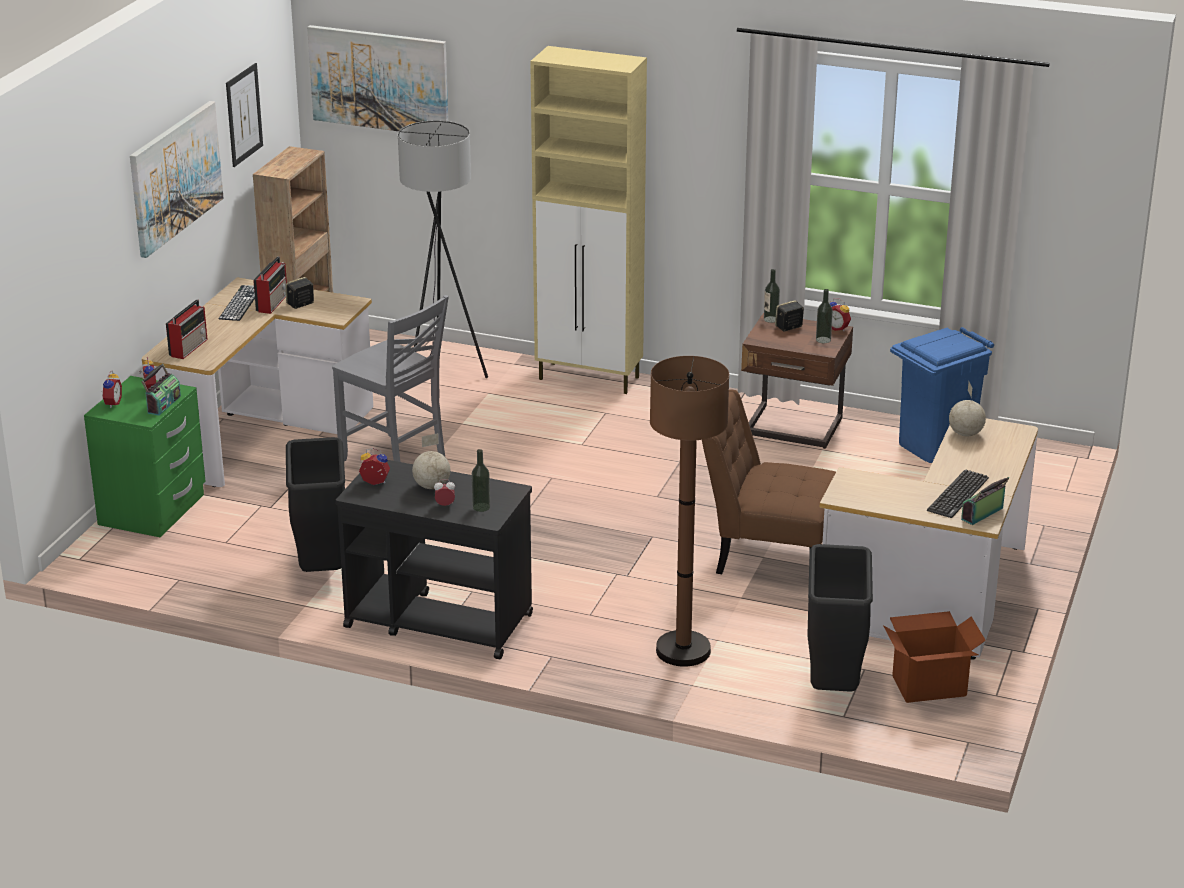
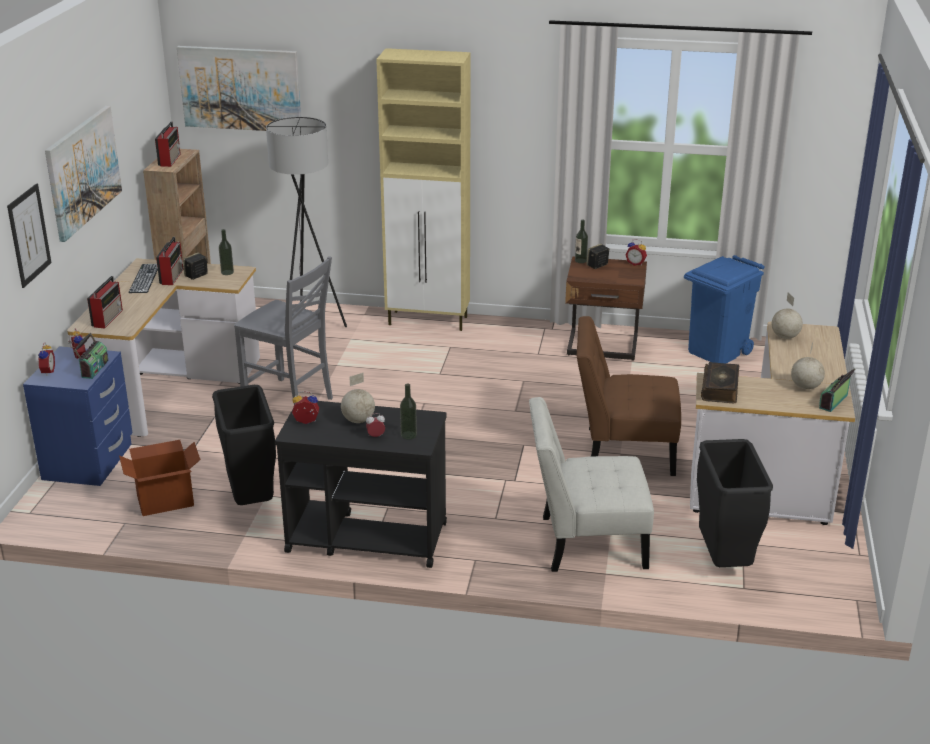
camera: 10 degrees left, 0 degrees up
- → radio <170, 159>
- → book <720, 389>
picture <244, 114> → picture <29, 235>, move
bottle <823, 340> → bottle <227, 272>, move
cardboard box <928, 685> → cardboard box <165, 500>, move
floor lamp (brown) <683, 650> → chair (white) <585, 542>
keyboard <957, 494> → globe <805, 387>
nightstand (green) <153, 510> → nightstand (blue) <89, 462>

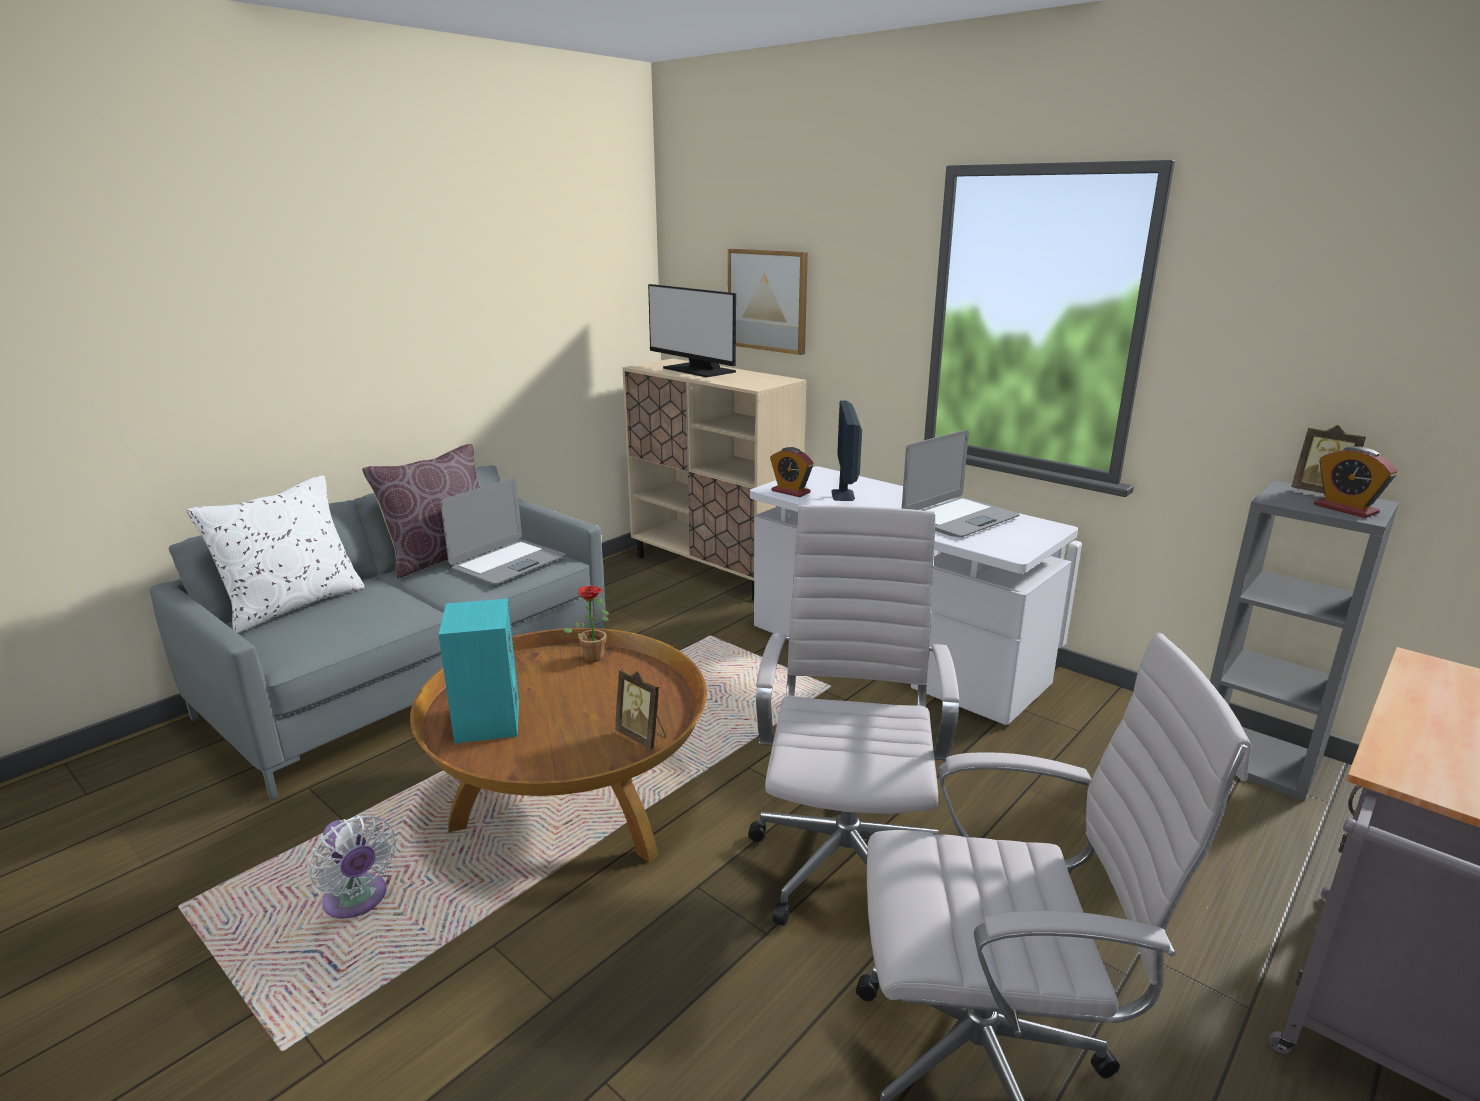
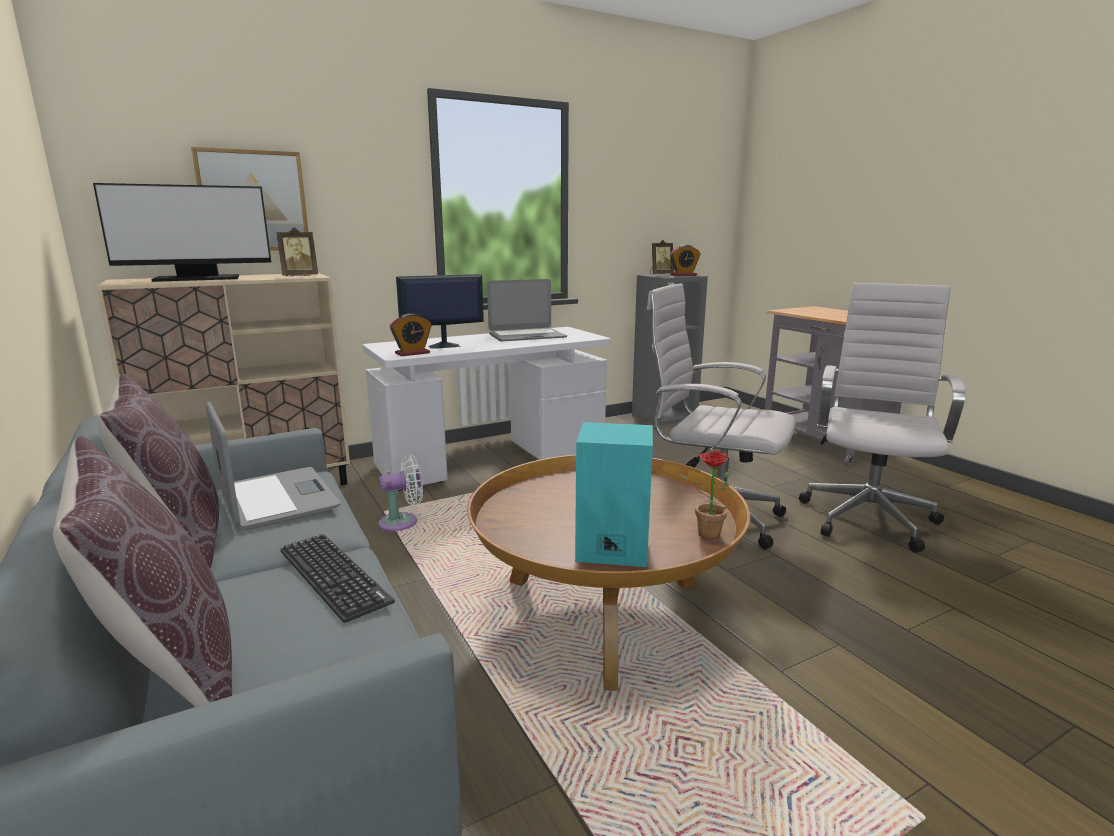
camera: 70 degrees left, 5 degrees down
- → keyboard <333, 576>
fan (white) <357, 901> → fan (white) <402, 522>, move
potted plant <593, 655> → potted plant <704, 534>, move
picture frame <642, 736> → picture frame <299, 276>, move
pillow (white) <292, 604> → pillow (brown) <169, 668>
monitor <843, 495> → monitor <443, 346>, 135 degrees clockwise
laptop <959, 518> → laptop <527, 336>, 90 degrees clockwise

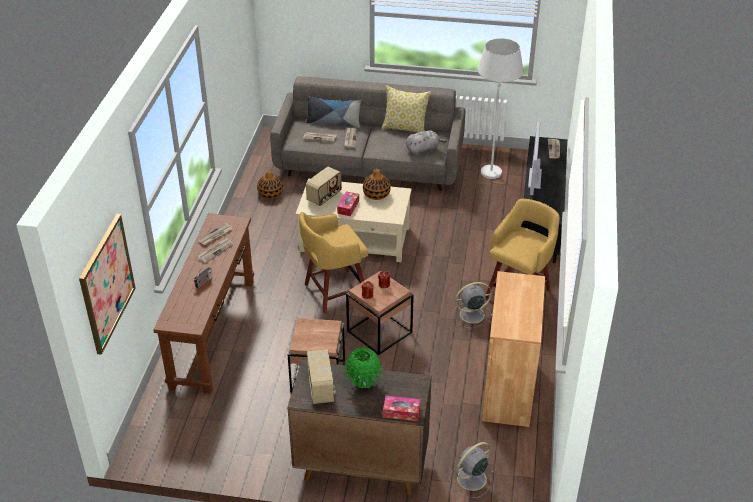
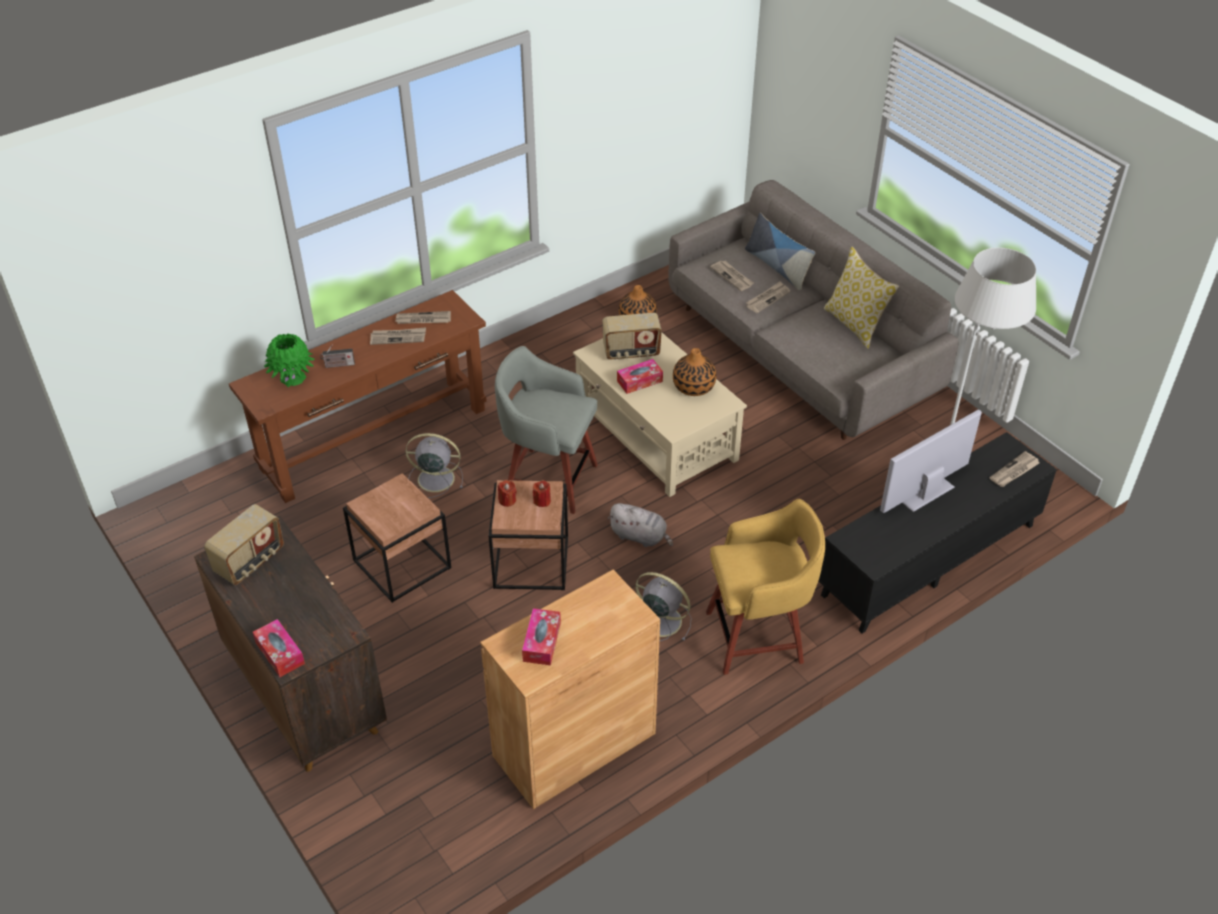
camera: 45 degrees right, 5 degrees up
picture <106, 283> → -
- → tissue box <542, 642>
vase (green) <363, 381> → vase (green) <292, 378>, move
plush toy (grey) <423, 150> → plush toy (grey) <640, 536>, move
fan (grey) <470, 479> → fan (grey) <434, 479>, move
stool (yellow) <333, 291> → stool (grey) <548, 479>

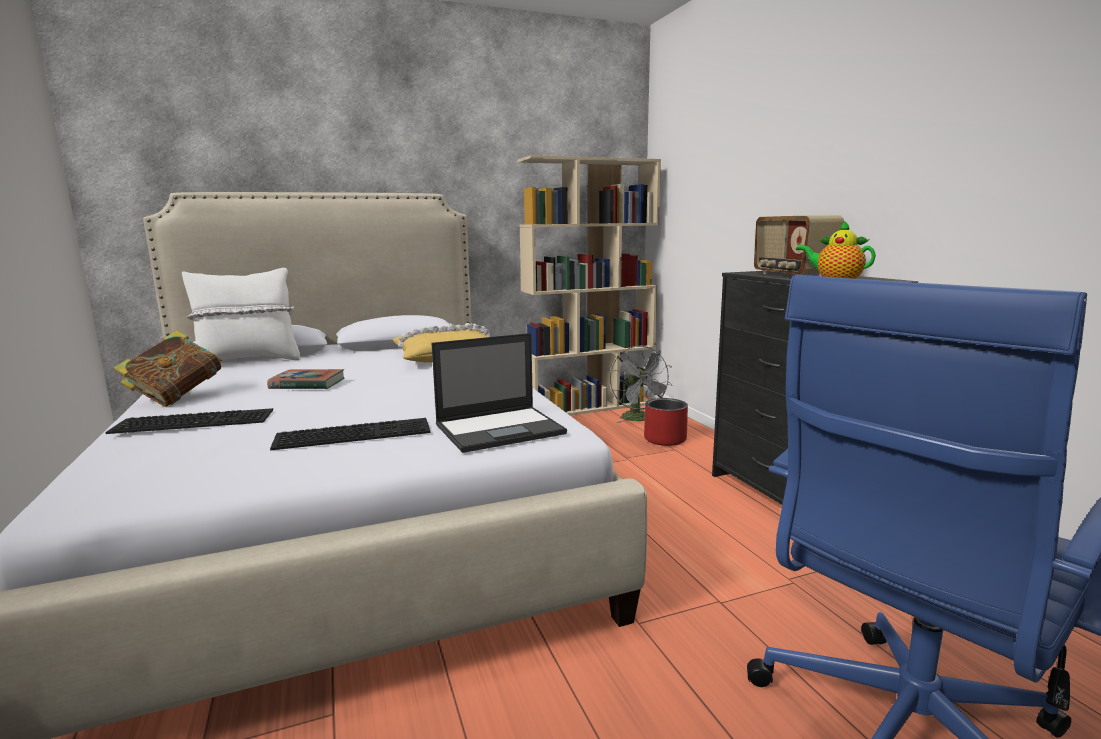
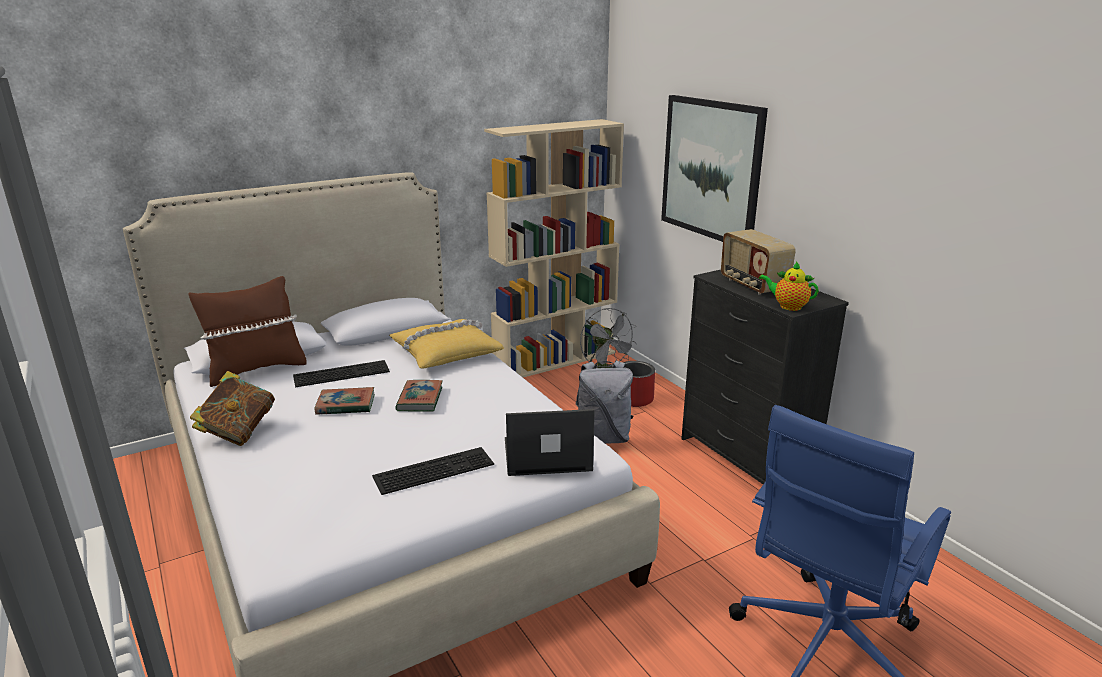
camera: 10 degrees left, 10 degrees up
- → book <420, 399>
- → backpack (grey) <603, 438>
- → picture <711, 169>
keyboard <196, 420> → keyboard <342, 373>, move
pillow (white) <248, 361> → pillow (brown) <256, 370>
laptop <501, 429> → laptop <546, 455>, 150 degrees counterclockwise

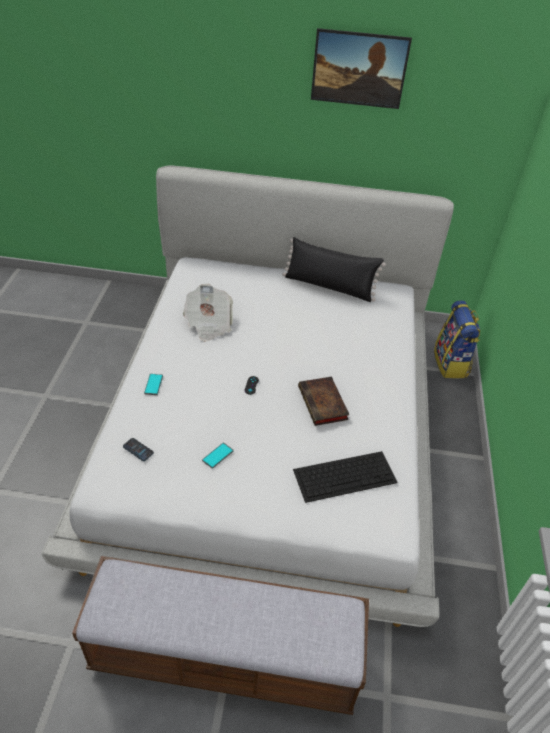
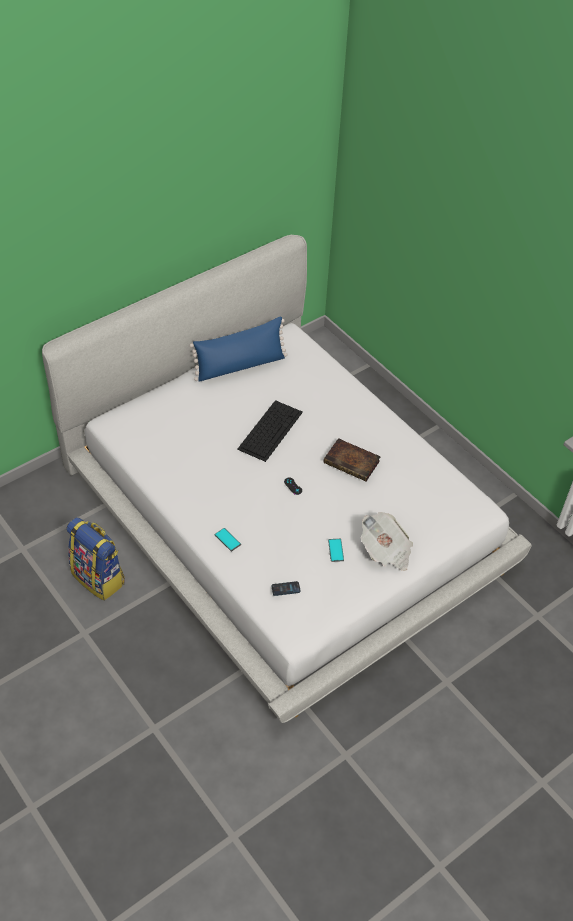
camera: 45 degrees left, 5 degrees up
bench <226, 656> → -
picture <356, 86> → -
newspaper <209, 324> → newspaper <386, 551>, move
keyboard <345, 475> → keyboard <270, 429>, move
backpack <451, 363> → backpack <99, 578>, move
pillow (black) <329, 286> → pillow (blue) <240, 366>

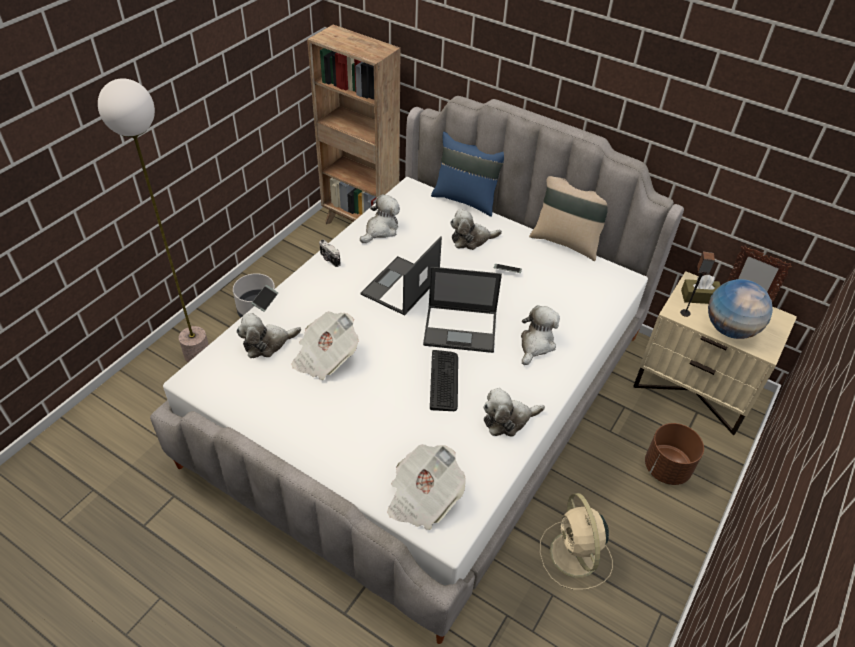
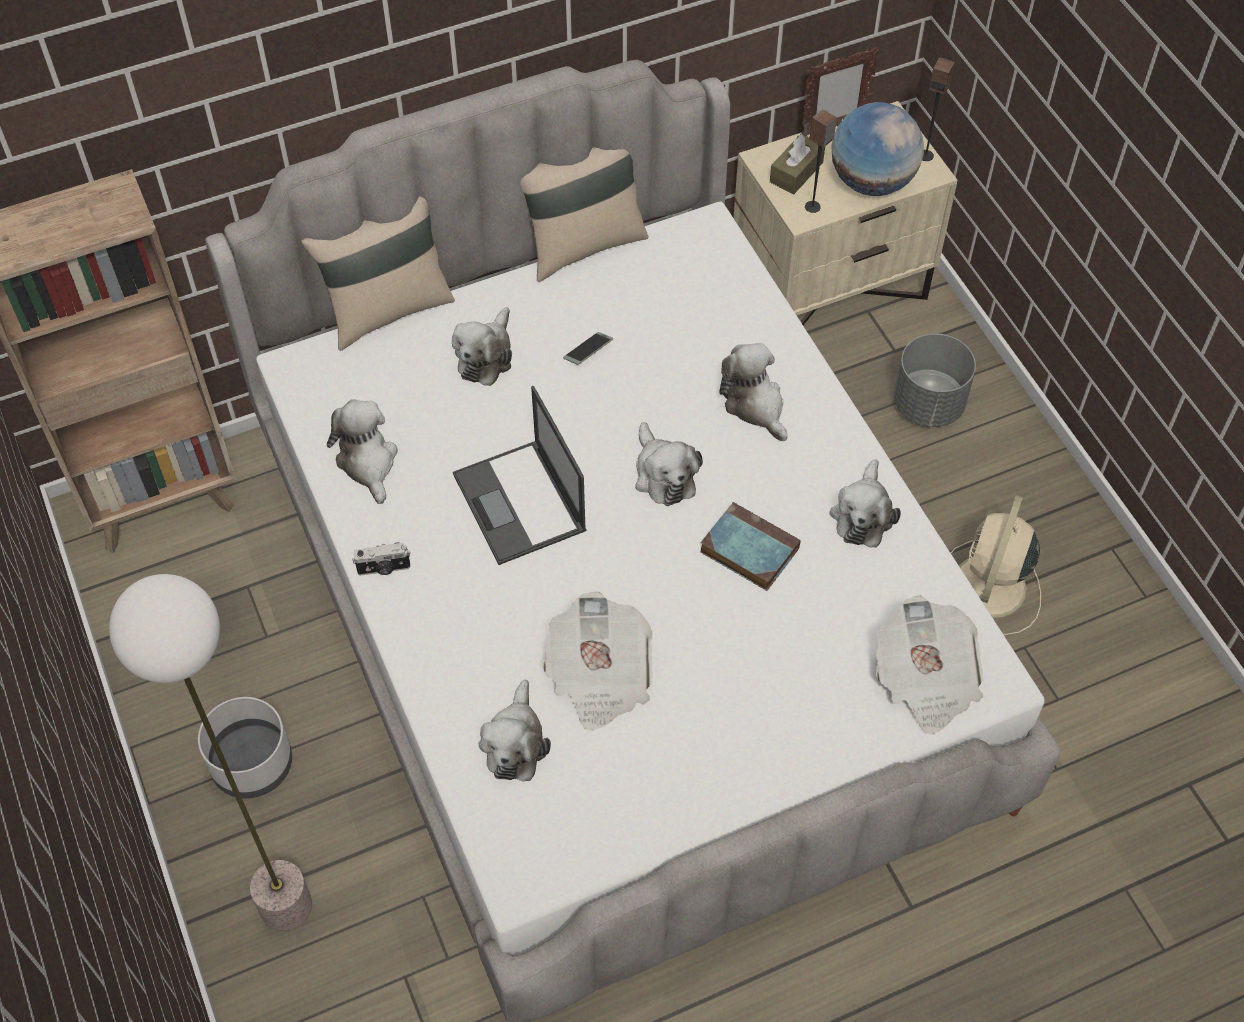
camera: 55 degrees left, 10 degrees up
phone <265, 300> → -
- → speaker <926, 155>
laptop <461, 328> → plush toy <663, 474>
keyboard <444, 381> → book <747, 550>
pillow (blue) <466, 200> → pillow (beige) <387, 310>
planter (brown) <666, 468> → planter (grey) <928, 405>
fan (beige) <575, 556> → fan (beige) <988, 589>, 90 degrees clockwise

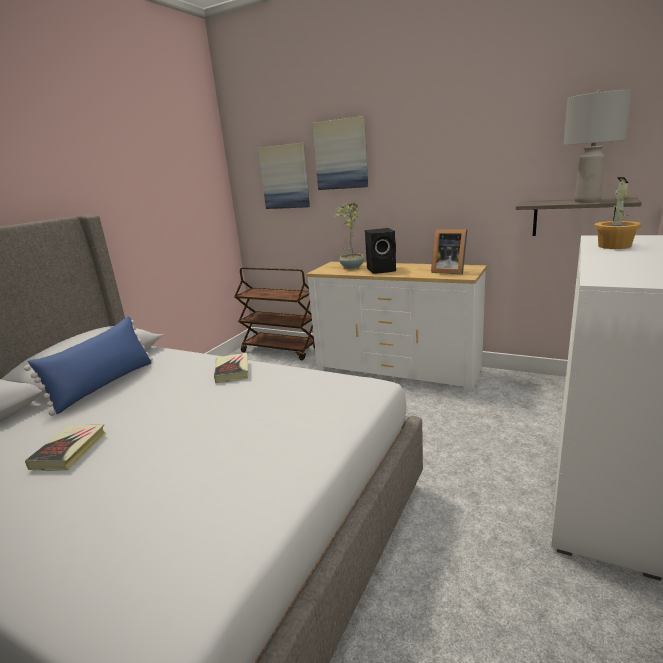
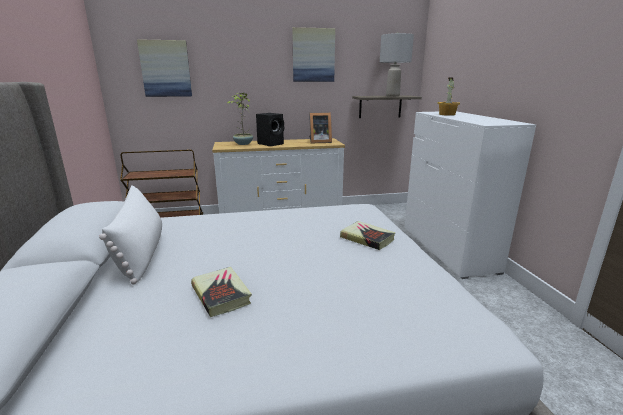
camera: 40 degrees left, 0 degrees up
book <232, 371> → book <367, 238>, move
picture <341, 154> → picture <313, 55>, move
pillow (blue) <104, 385> → pillow (white) <141, 252>

